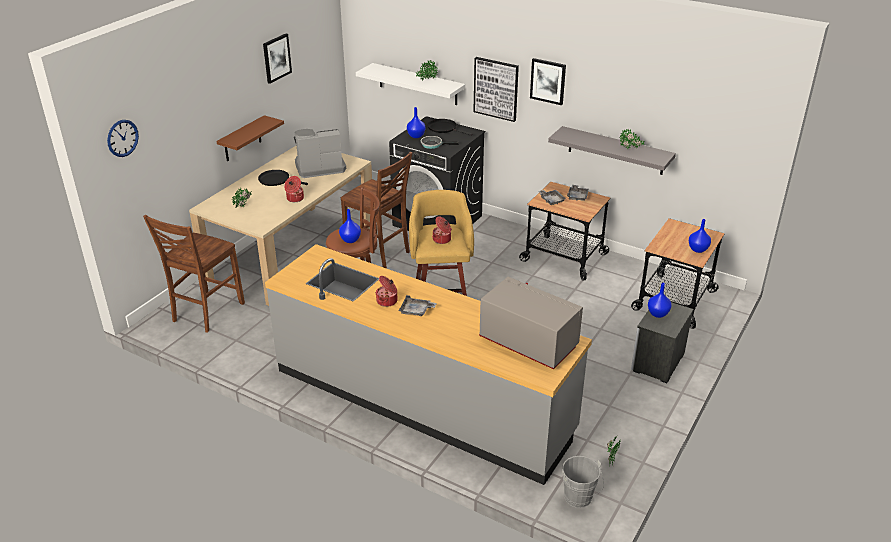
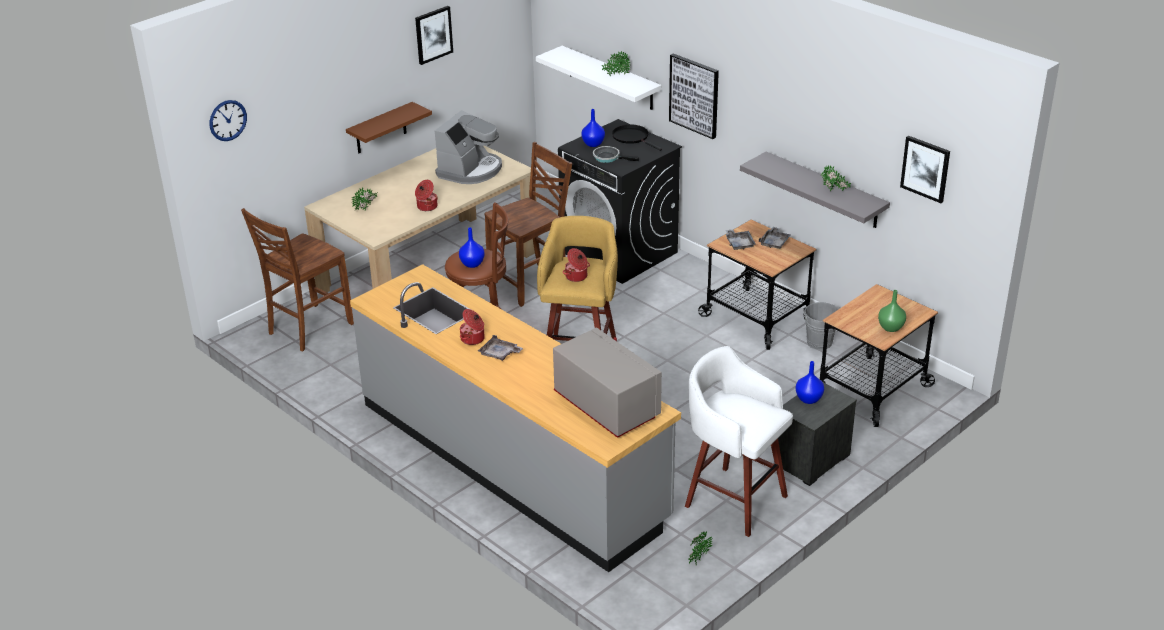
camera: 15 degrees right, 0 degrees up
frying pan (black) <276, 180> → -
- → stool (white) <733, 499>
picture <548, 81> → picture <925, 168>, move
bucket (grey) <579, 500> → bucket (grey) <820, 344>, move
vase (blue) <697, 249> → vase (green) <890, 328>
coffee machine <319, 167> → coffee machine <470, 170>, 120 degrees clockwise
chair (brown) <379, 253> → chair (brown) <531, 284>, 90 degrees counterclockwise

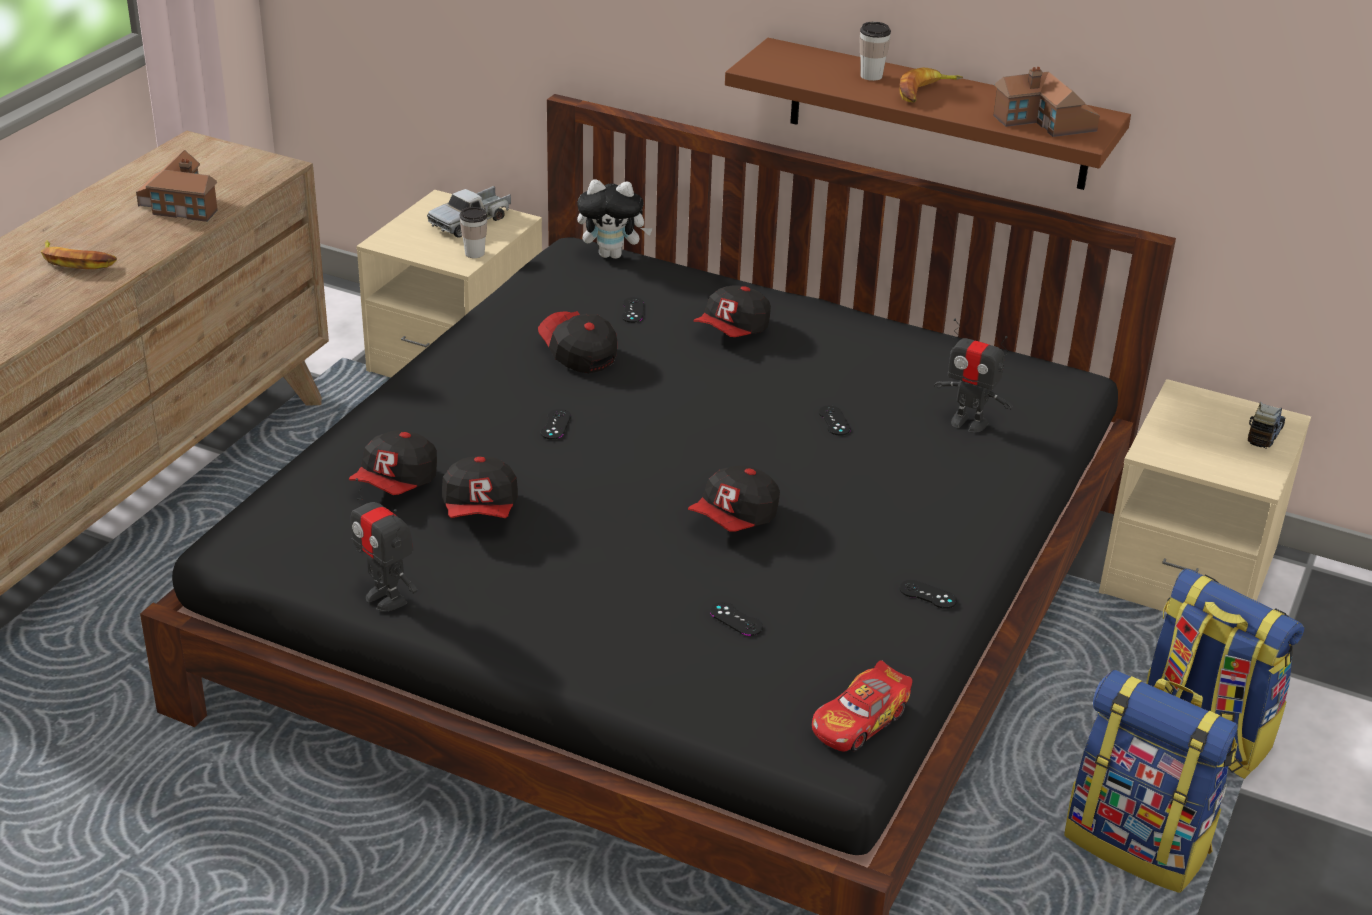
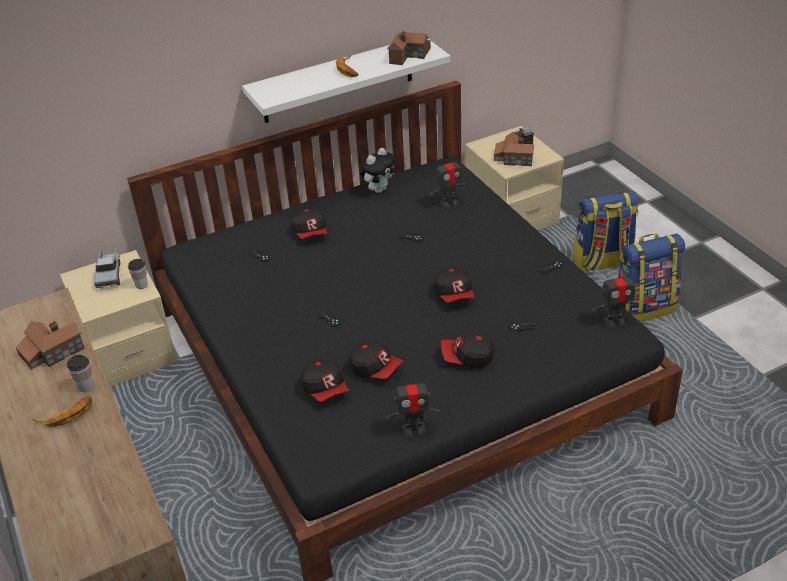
camera: 50 degrees left, 5 degrees up
- → toy house <513, 158>
cap <578, 354> → cap <467, 357>, move
plush toy <612, 254> → plush toy <379, 189>, move
cup <871, 76> → cup <86, 387>, move
toy car <859, 721> → toy robot <614, 321>
shelf (brown) <938, 114> → shelf (white) <338, 80>

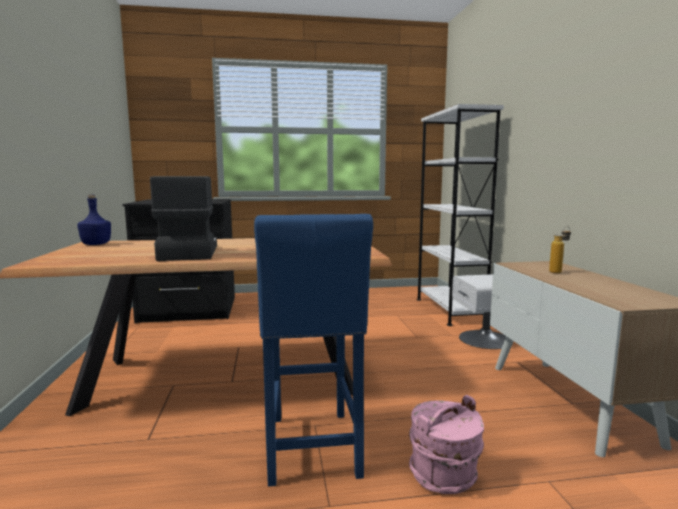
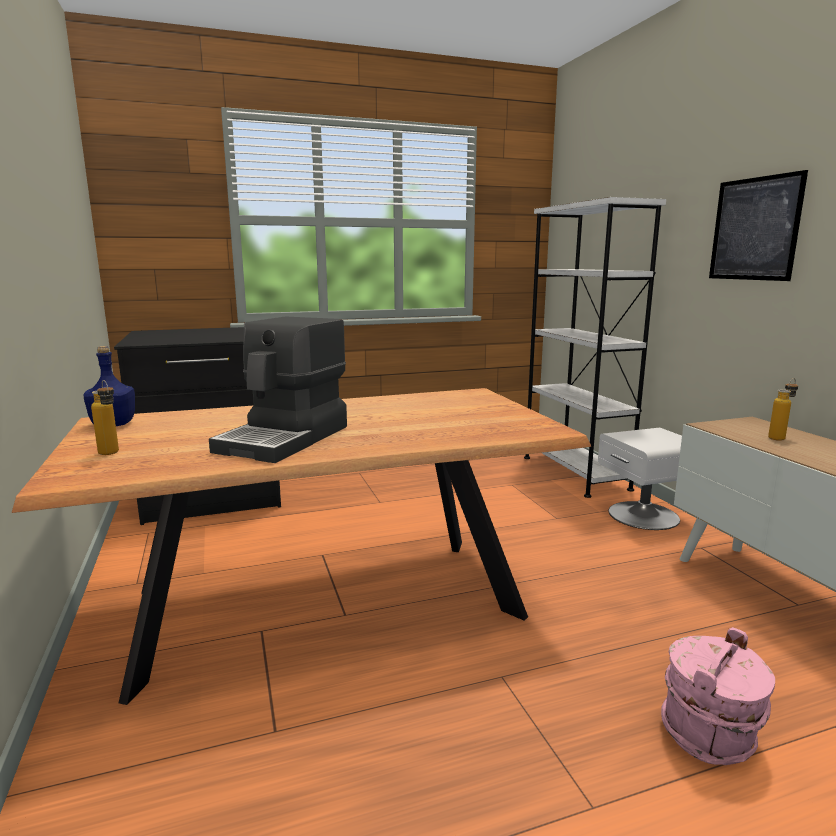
camera: 10 degrees left, 5 degrees up
stool (blue) <312, 450> → -
- → bottle <111, 454>
- → picture <754, 229>
coffee machine <187, 253> → coffee machine <286, 439>, 135 degrees counterclockwise

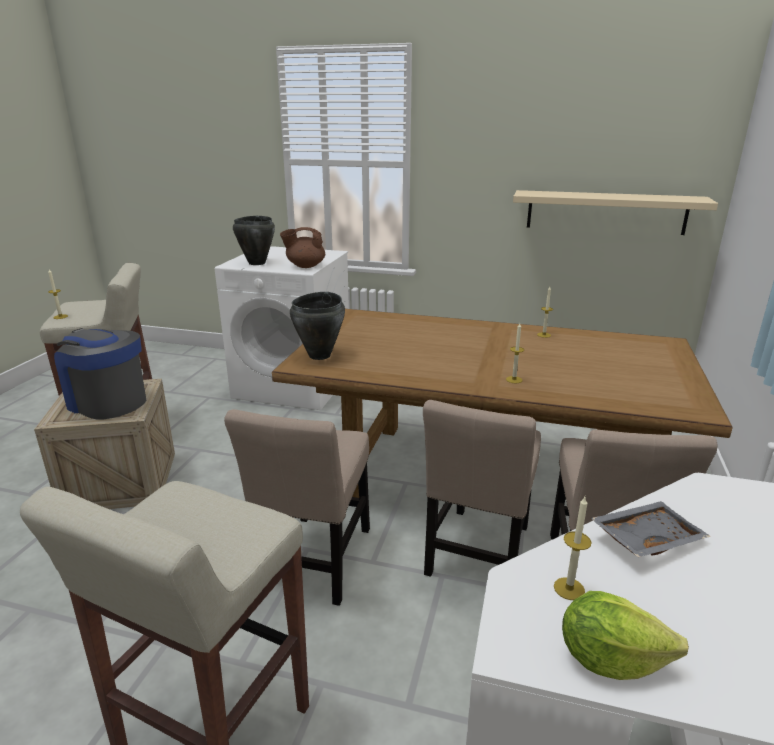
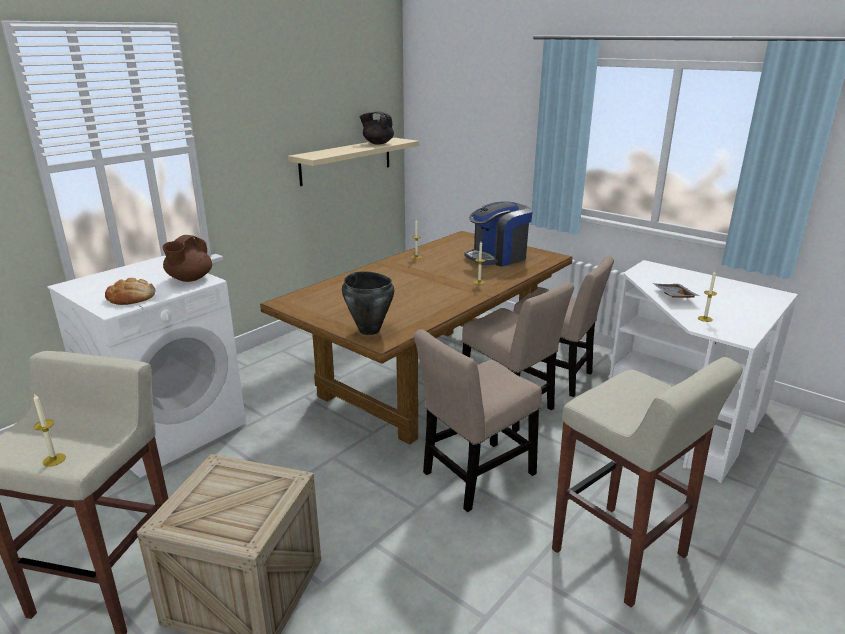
camera: 65 degrees left, 0 degrees up
lettuce <610, 659> → -
- → teapot (black) <377, 143>
coffee machine <107, 401> → coffee machine <497, 257>, move
cooking pot (black) <256, 263> → bread <131, 297>
chair (beige) <314, 562> → chair (beige) <475, 476>, 105 degrees clockwise

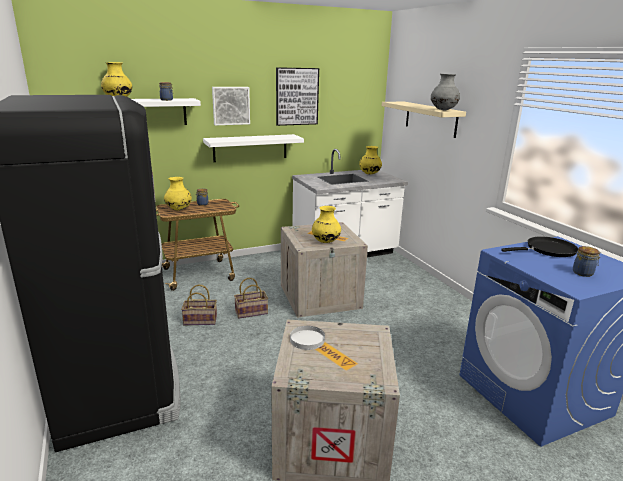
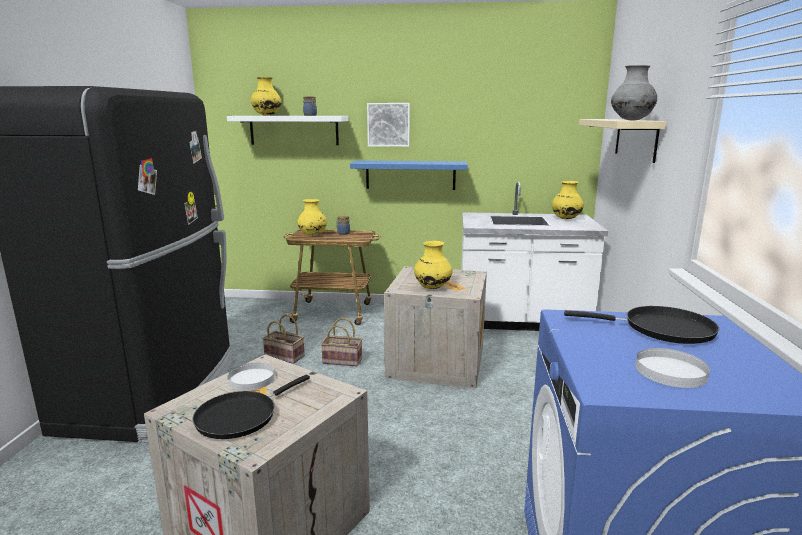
camera: 30 degrees right, 5 degrees down
picture <296, 96> → -
- → frying pan (black) <241, 416>
jar <583, 273> → plate (white) <671, 371>
shelf (white) <250, 148> → shelf (blue) <410, 175>

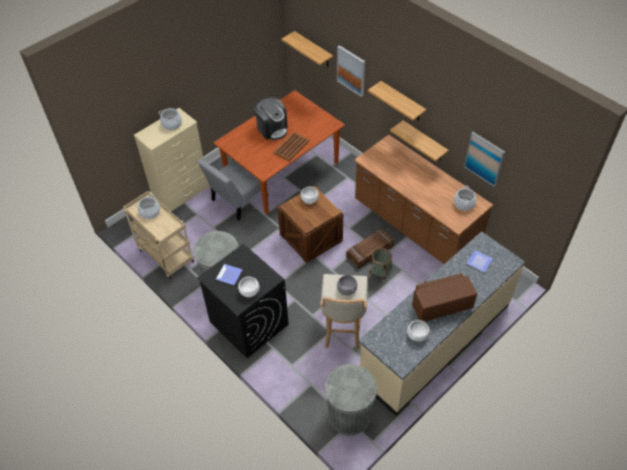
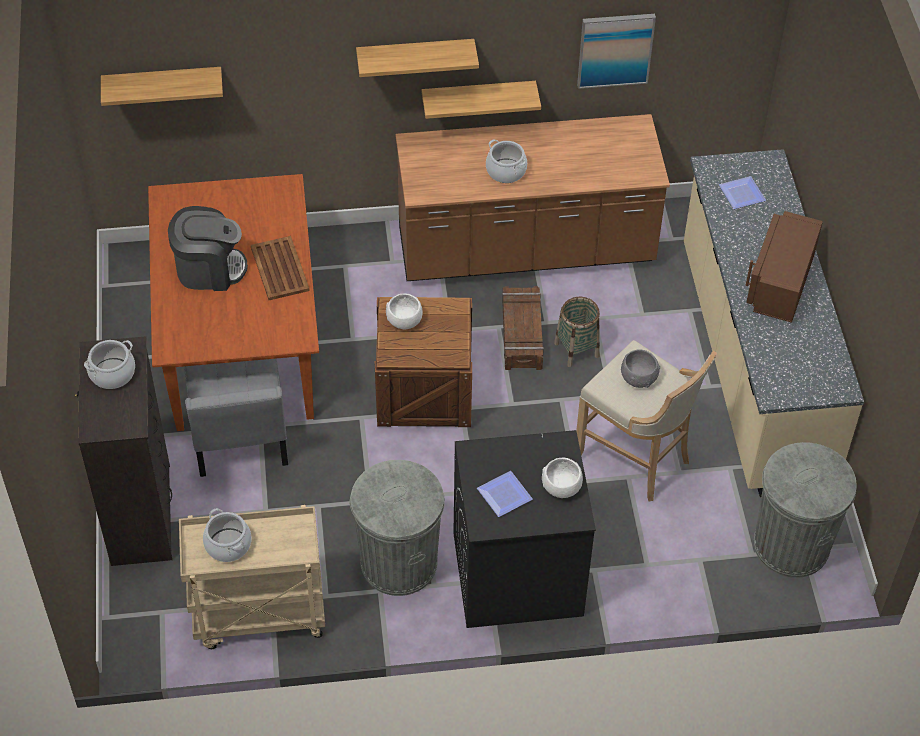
camera: 55 degrees left, 0 degrees up
picture <351, 70> → -
bowl (white) <417, 335> → -
cooking pot <464, 204> → cooking pot <506, 171>, move
dresser (beige) <182, 195> → dresser (black) <142, 513>

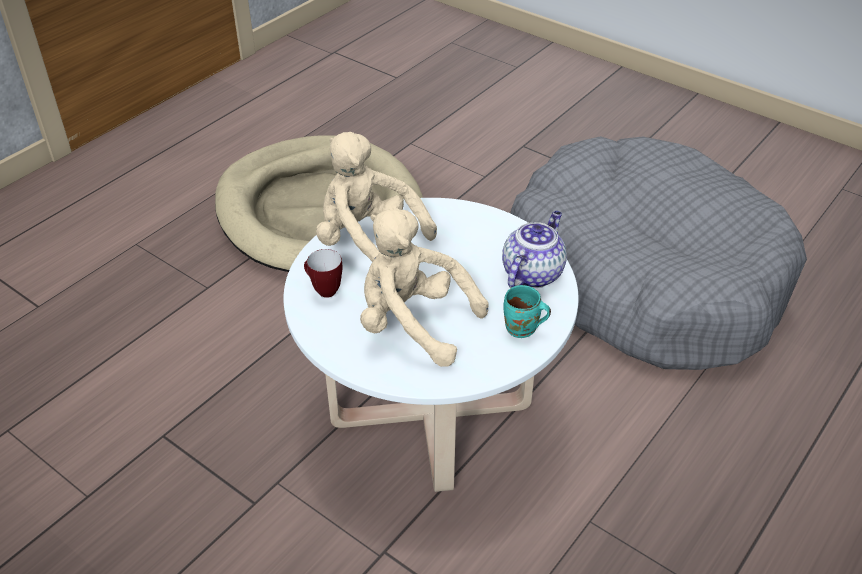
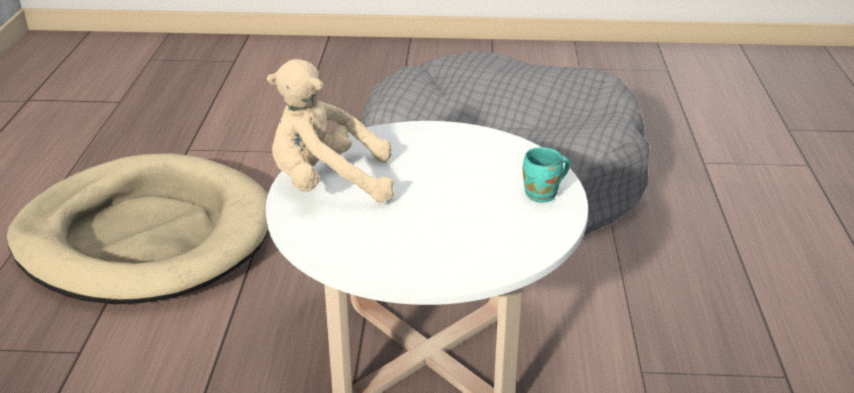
camera: 35 degrees left, 10 degrees down
mug <323, 290> → -
plush toy (beige) <413, 324> → -
teapot <532, 273> → -

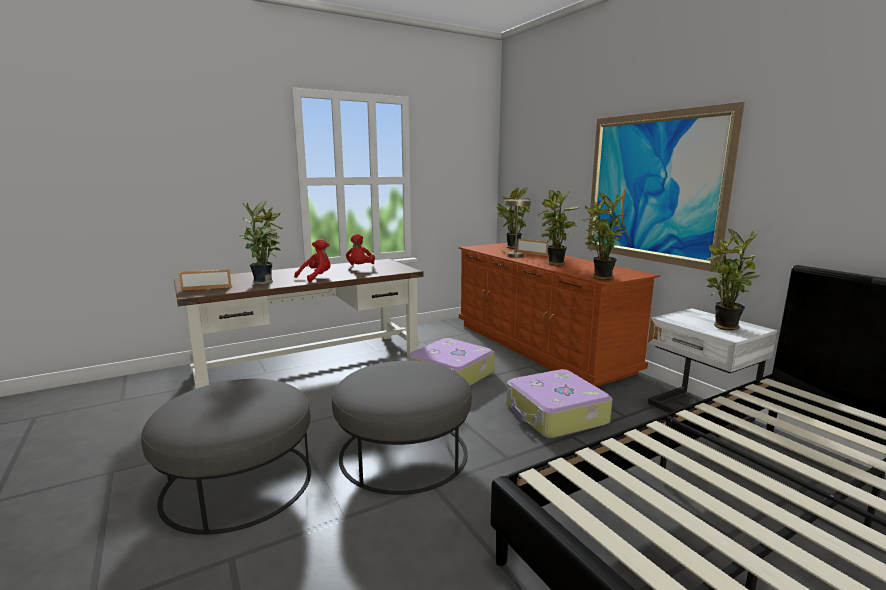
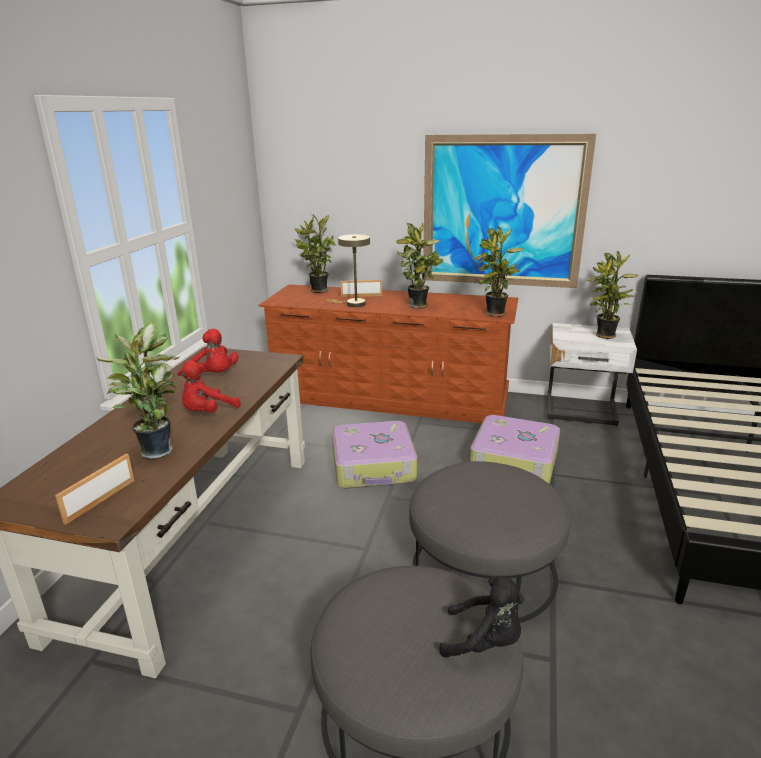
camera: 45 degrees left, 10 degrees up
- → plush toy (black) <484, 642>
plush toy (red) <316, 277> → plush toy (red) <208, 412>, 135 degrees counterclockwise

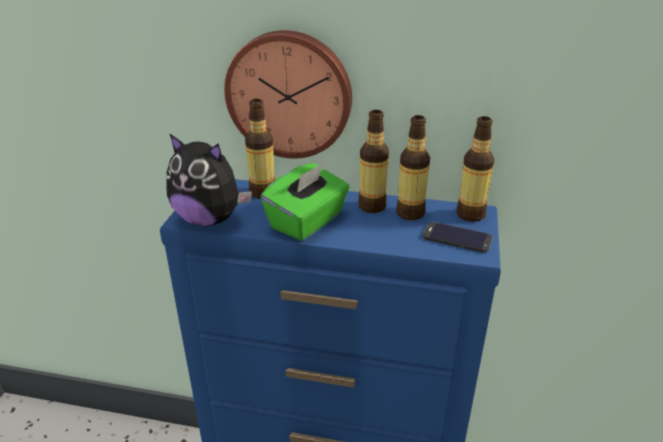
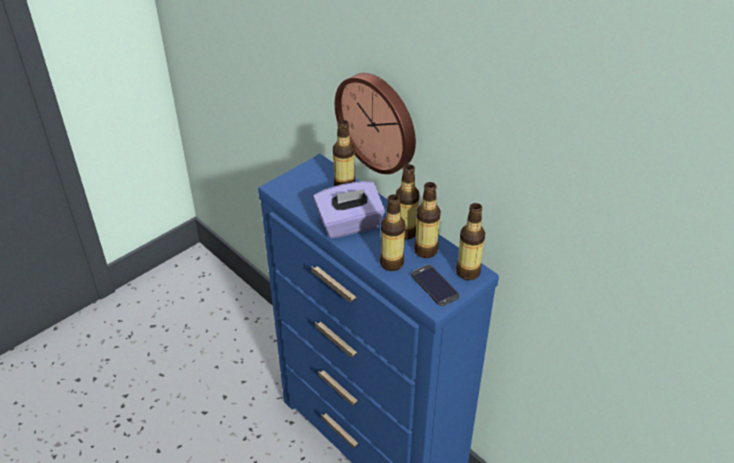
camera: 35 degrees right, 10 degrees up
plush toy <209, 219> → -
- → bottle <391, 263>
tissue box (green) <307, 221> → tissue box (purple) <349, 225>

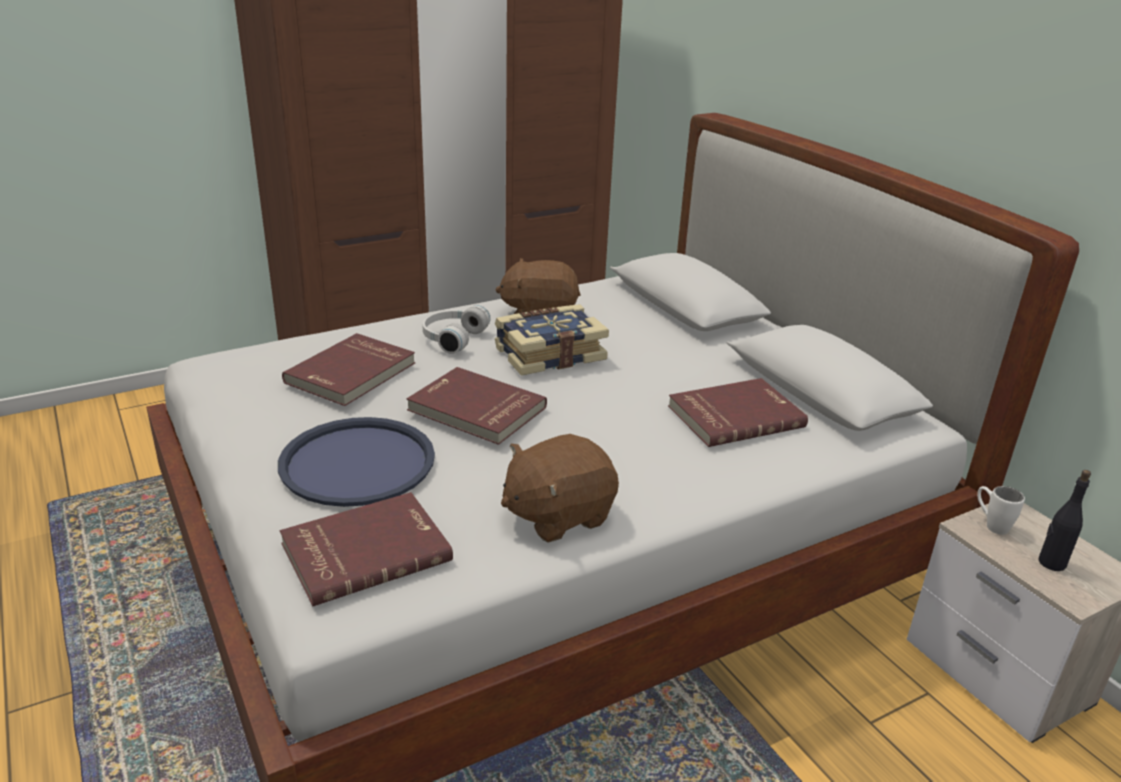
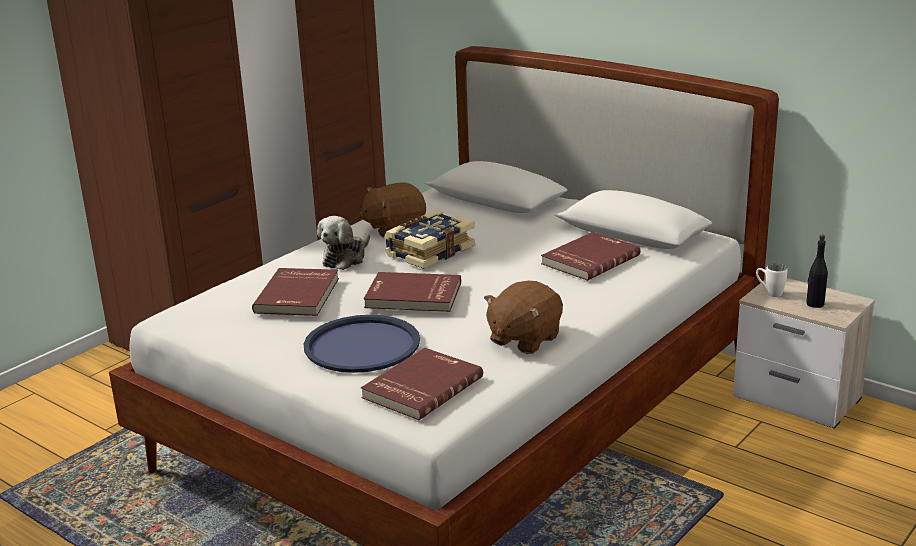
camera: 20 degrees left, 5 degrees down
headphones (white) <451, 338> → plush toy <346, 258>

